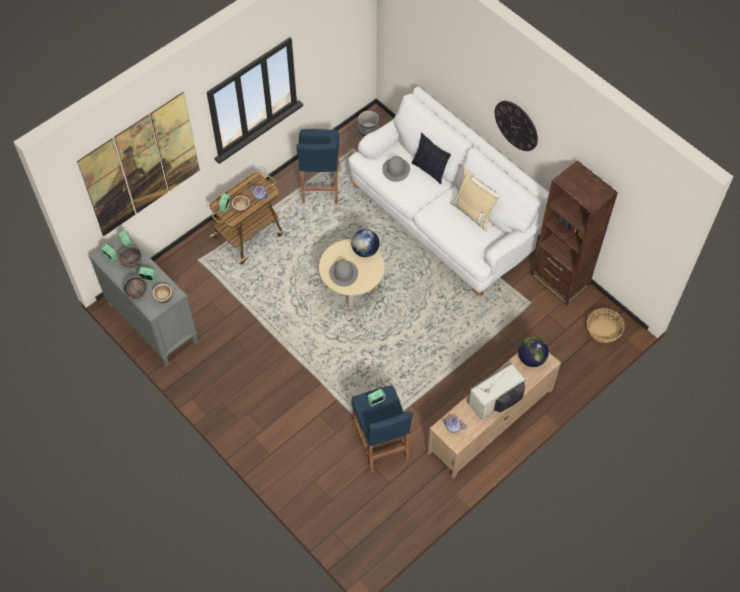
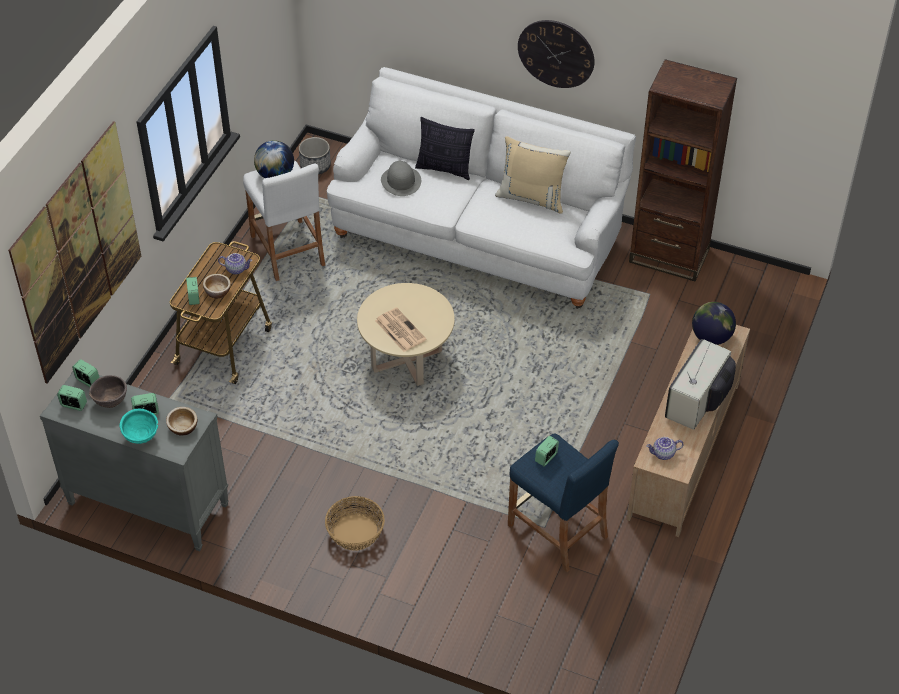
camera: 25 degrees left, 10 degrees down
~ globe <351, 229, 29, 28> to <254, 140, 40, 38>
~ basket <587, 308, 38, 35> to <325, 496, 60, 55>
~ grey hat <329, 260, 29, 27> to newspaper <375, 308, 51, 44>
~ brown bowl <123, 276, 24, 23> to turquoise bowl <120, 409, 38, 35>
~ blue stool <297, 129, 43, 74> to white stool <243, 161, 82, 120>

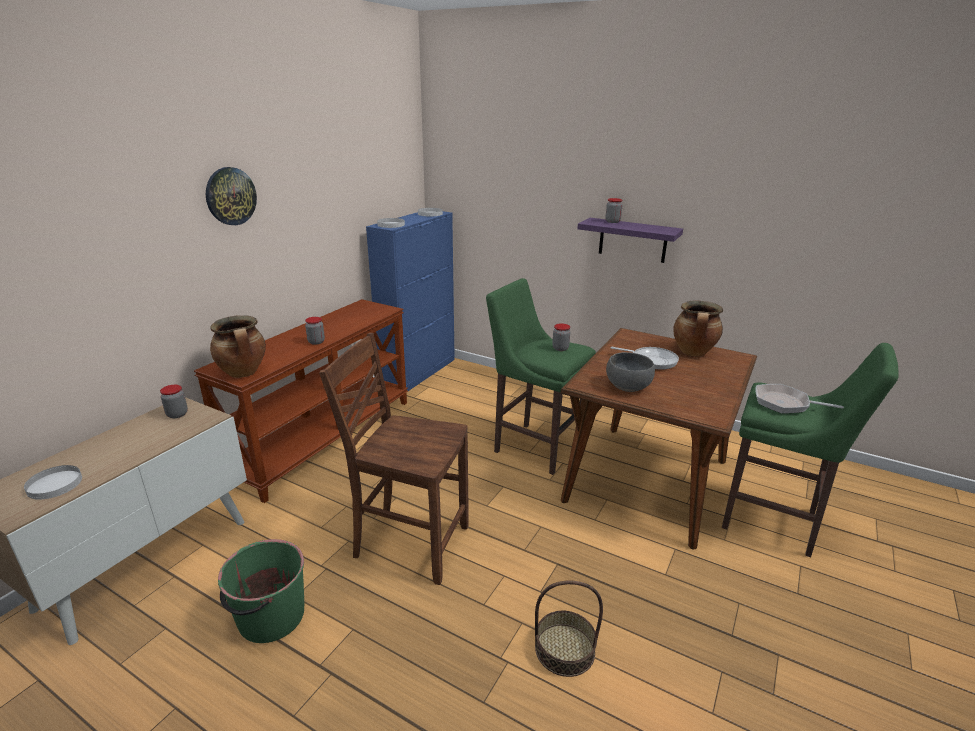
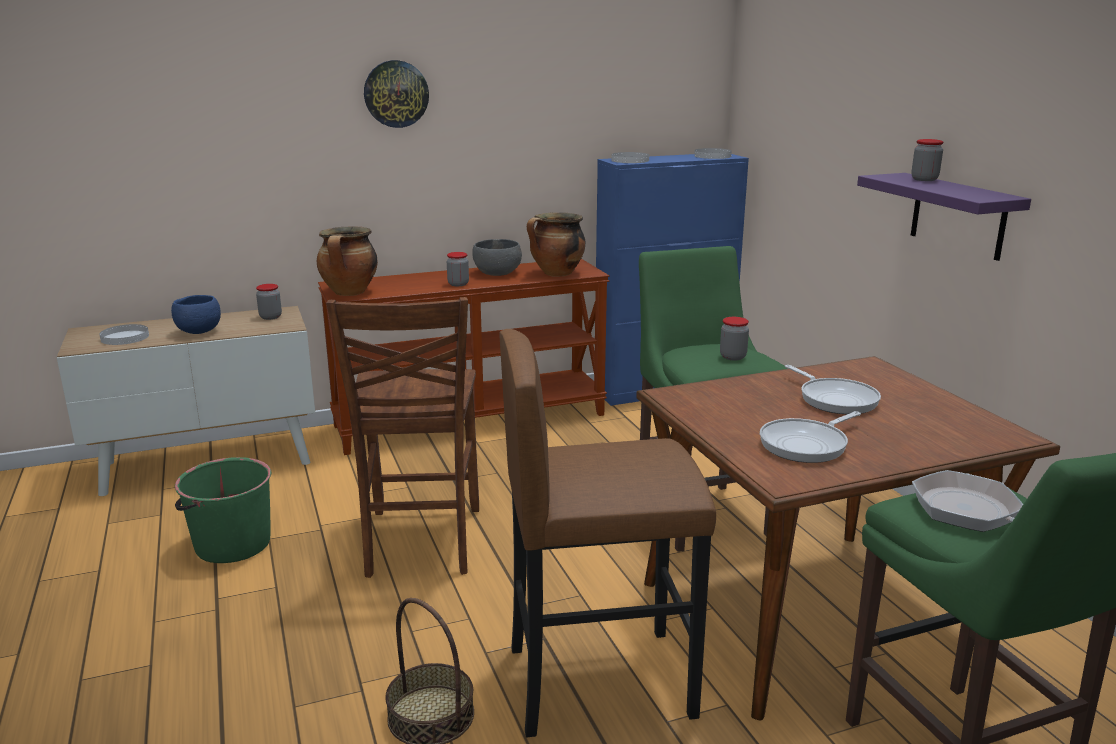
camera: 40 degrees right, 5 degrees down
+ blue bowl <171, 295, 50, 39>
+ brown stool <499, 329, 217, 408>
+ frying pan <760, 411, 101, 52>
~ grey bowl <606, 352, 49, 40> to <472, 239, 50, 37>
~ cooking pot <673, 301, 50, 56> to <527, 212, 58, 65>
~ brown chair <319, 333, 150, 252> = <326, 297, 153, 281> 150 degrees counterclockwise

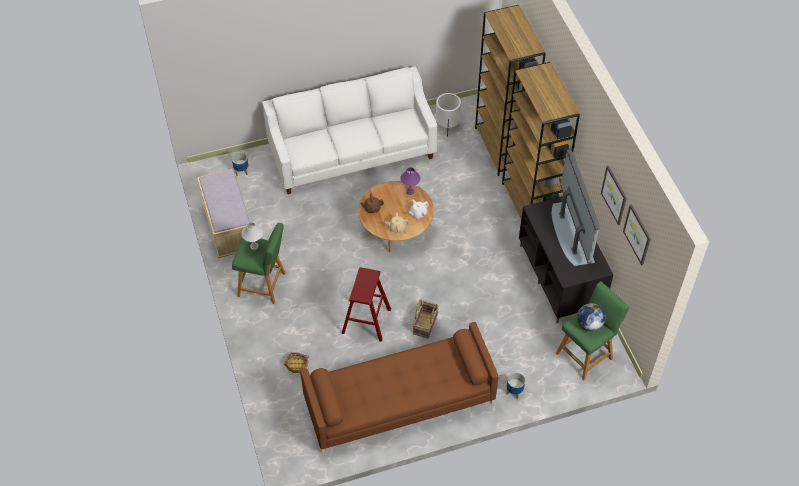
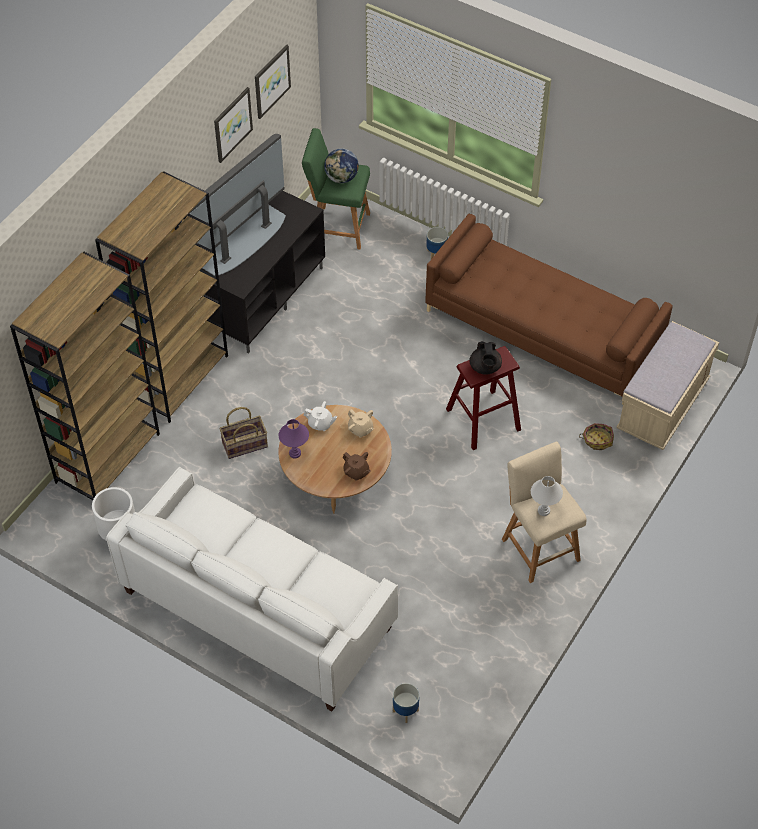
camera: 130 degrees left, 0 degrees up
+ black teapot <469, 341, 33, 34>
~ beige bench <197, 169, 53, 89> to <616, 321, 103, 129>
~ basket <413, 300, 25, 39> to <220, 407, 48, 52>
~ green stool <232, 223, 54, 81> to beige stool <502, 442, 85, 141>

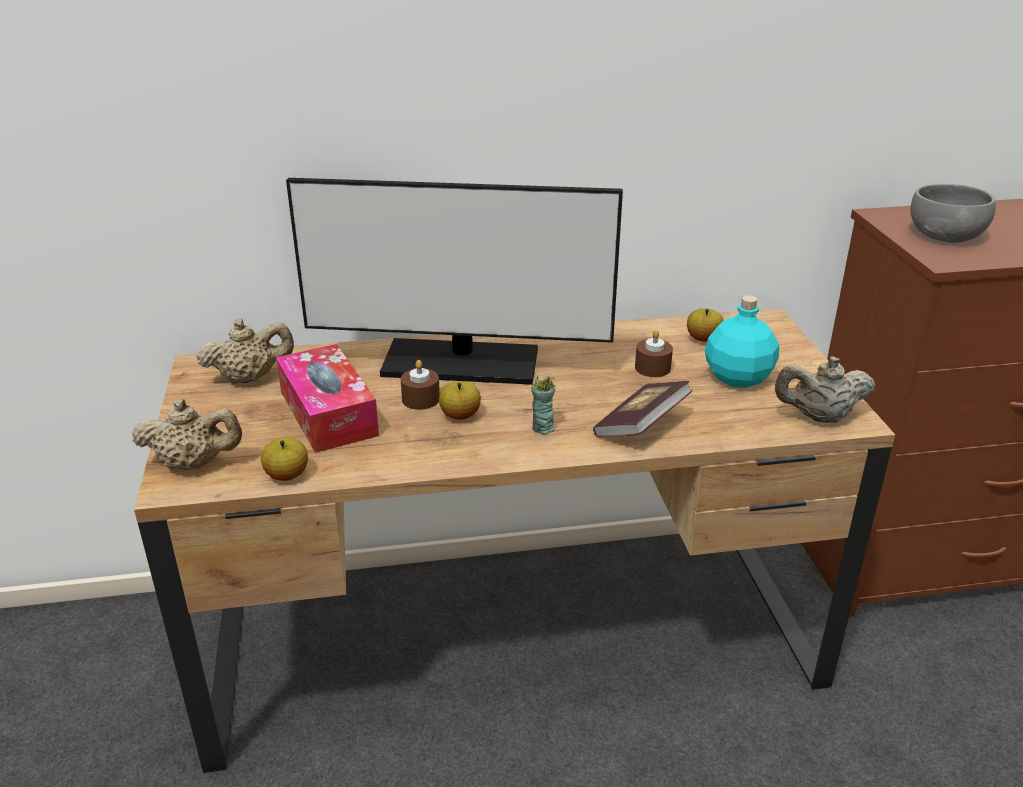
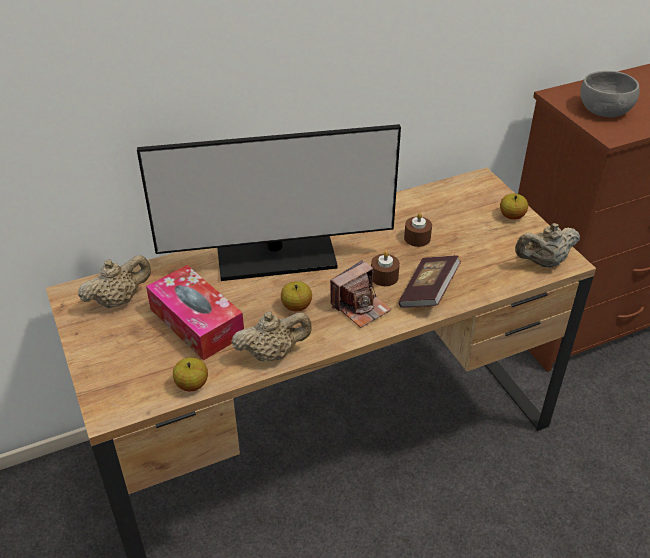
camera: 15 degrees left, 10 degrees up
- turquoise bottle <705, 295, 74, 93>
~ beige teapot <132, 399, 110, 71> to <231, 311, 81, 50>
~ brown candle <401, 360, 39, 50> to <371, 251, 29, 35>
~ apple <687, 308, 37, 34> to <500, 193, 28, 27>
~ cup <531, 376, 25, 58> to photo camera <330, 260, 62, 68>

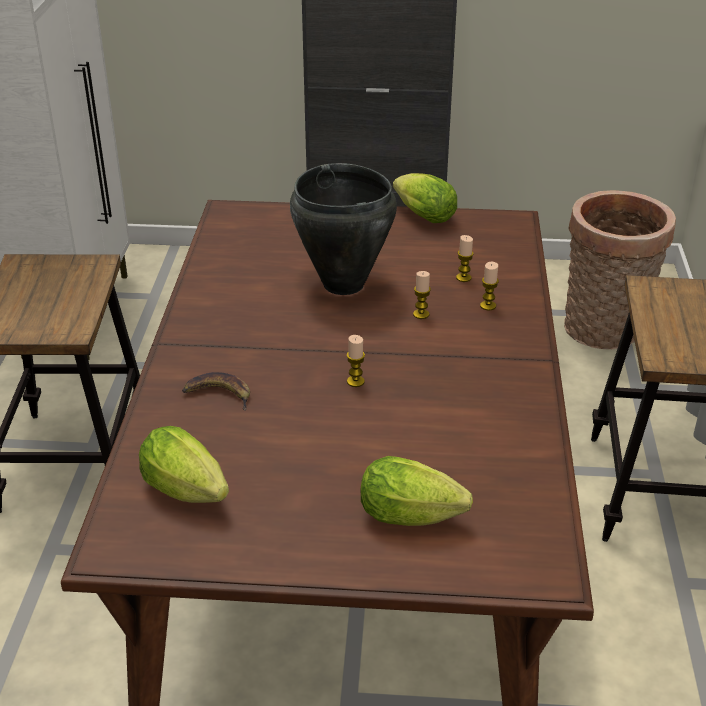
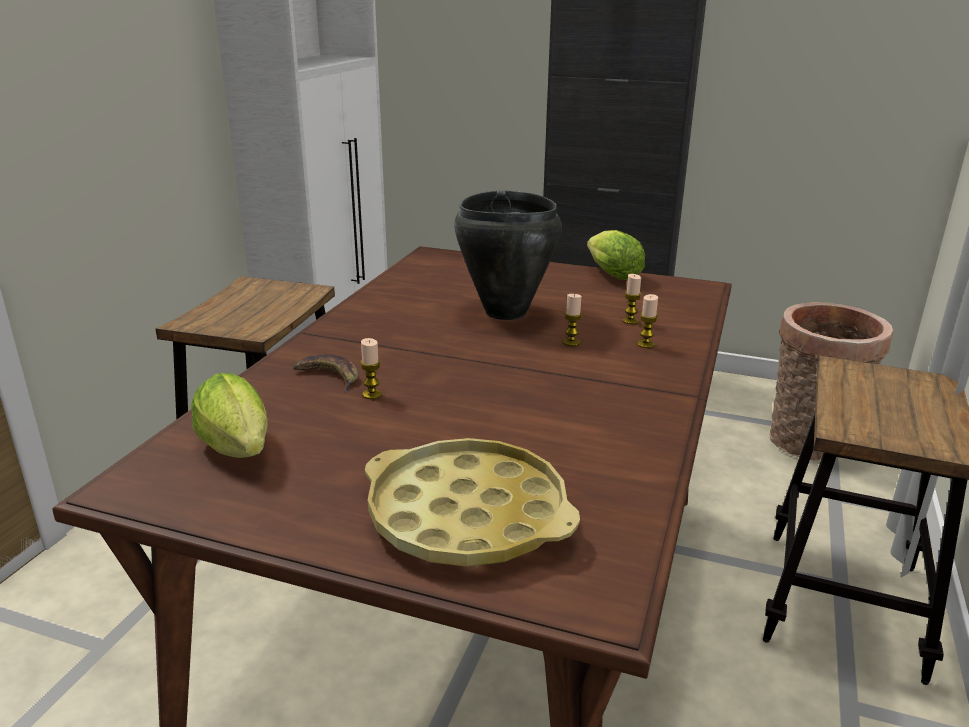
camera: 15 degrees right, 10 degrees down
~ candle <347, 335, 18, 52> to <360, 338, 22, 61>
~ lettuce <361, 456, 112, 70> to yellow tray <365, 438, 215, 129>

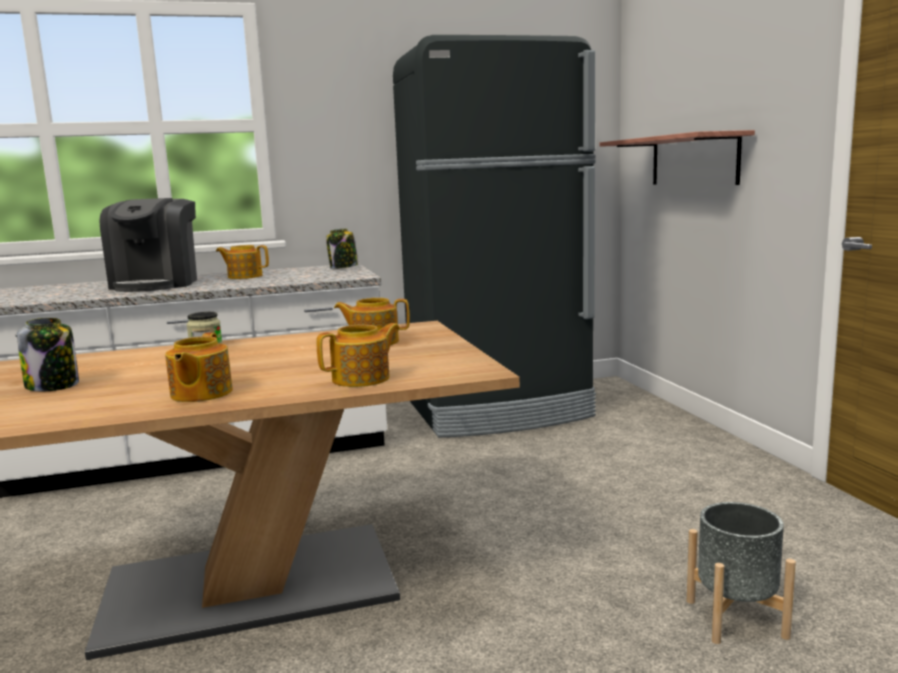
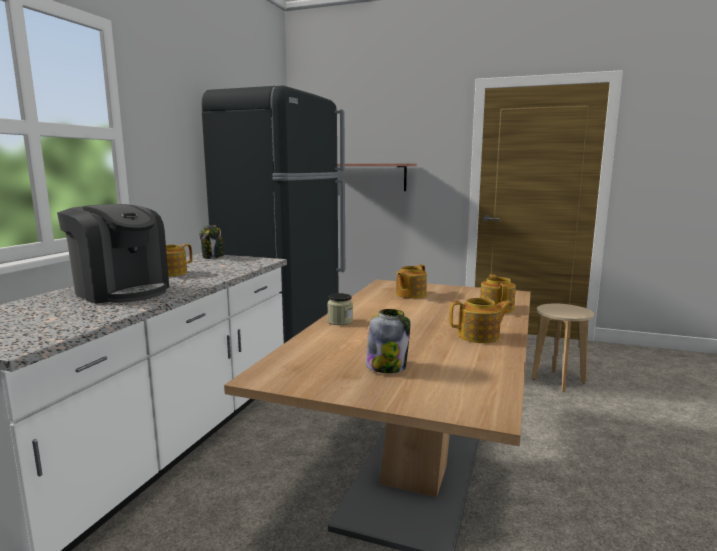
camera: 55 degrees left, 0 degrees up
~ grey planter <687, 502, 109, 142> to beige stool <532, 304, 62, 88>
~ teapot <165, 332, 68, 70> = <449, 298, 64, 45> 45 degrees counterclockwise

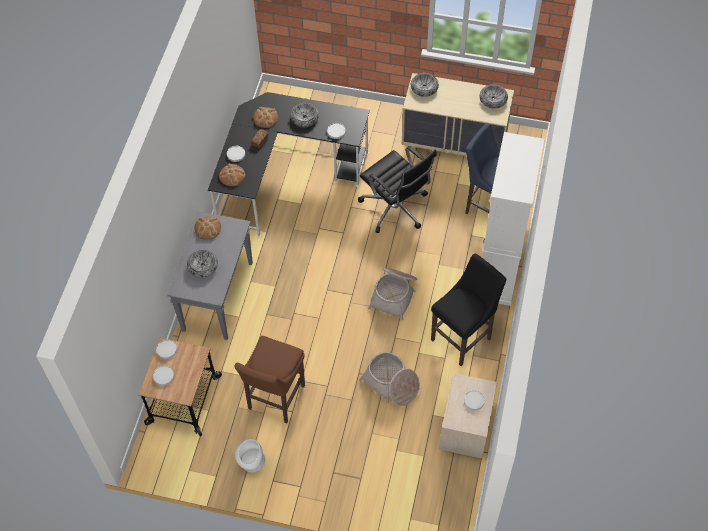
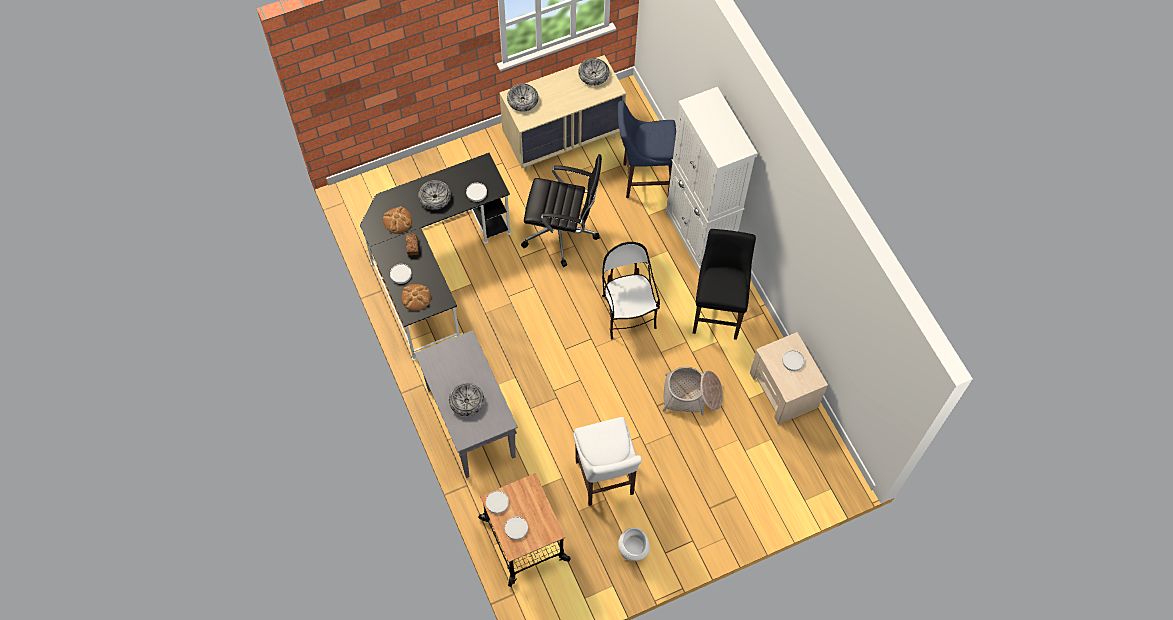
camera: 40 degrees left, 5 degrees up
- bread <194, 217, 27, 23>
~ basket <368, 268, 49, 52> to chair <602, 242, 58, 97>
~ brown stool <234, 336, 71, 87> to white stool <573, 417, 69, 89>

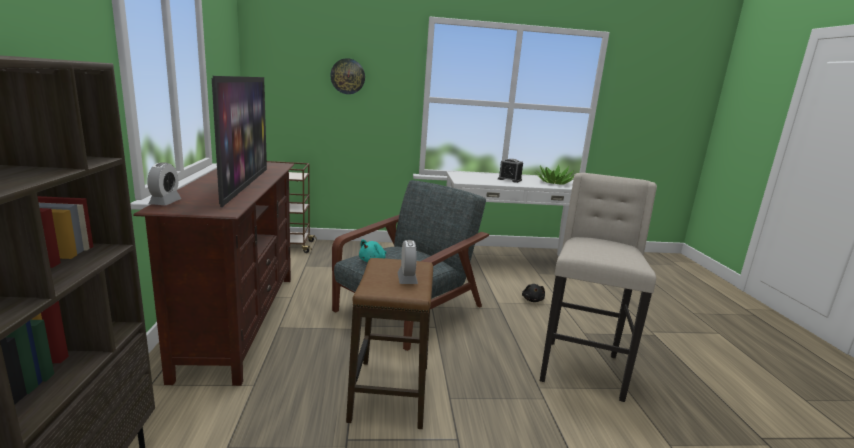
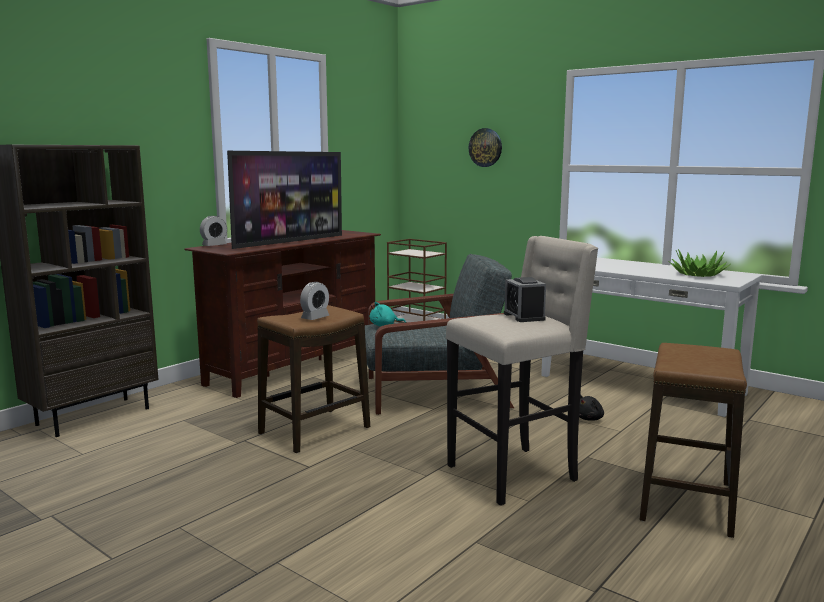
camera: 45 degrees right, 5 degrees down
+ stool <639, 343, 108, 195>
~ alarm clock <498, 159, 25, 24> to <504, 277, 42, 45>

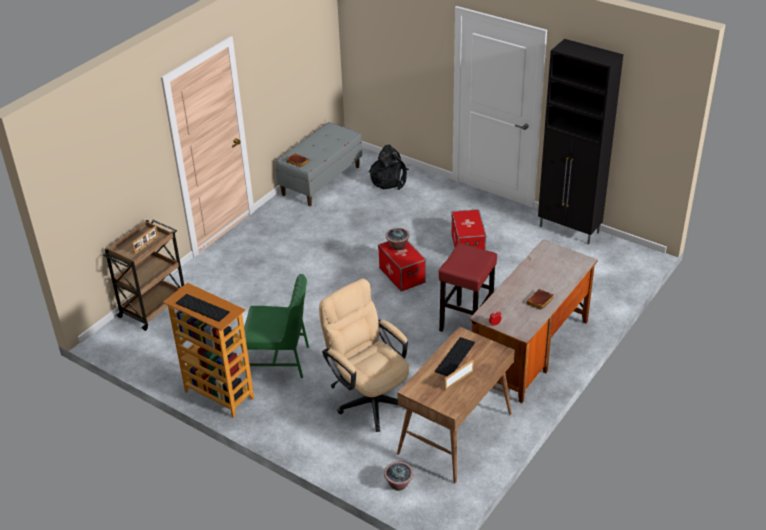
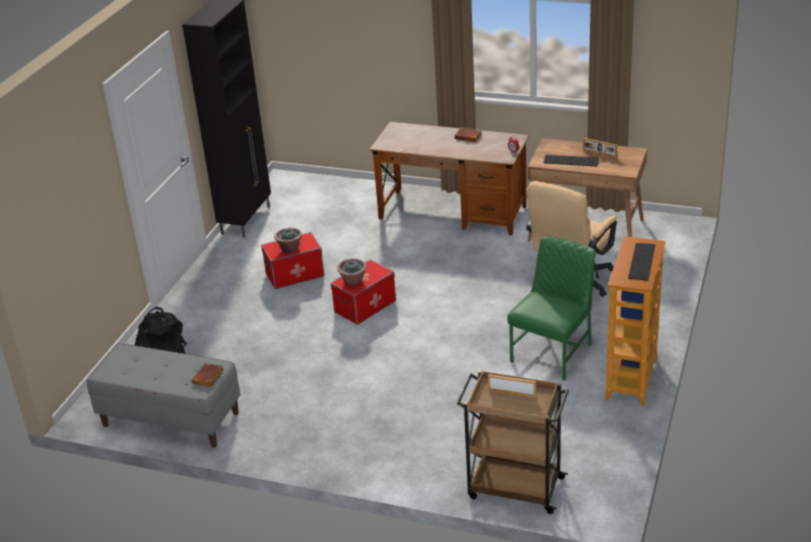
camera: 105 degrees left, 5 degrees down
- red stool <439, 243, 58, 89>
~ potted plant <384, 462, 30, 29> to <274, 228, 28, 25>
~ green chair <241, 274, 68, 104> = <507, 236, 88, 145> 45 degrees clockwise

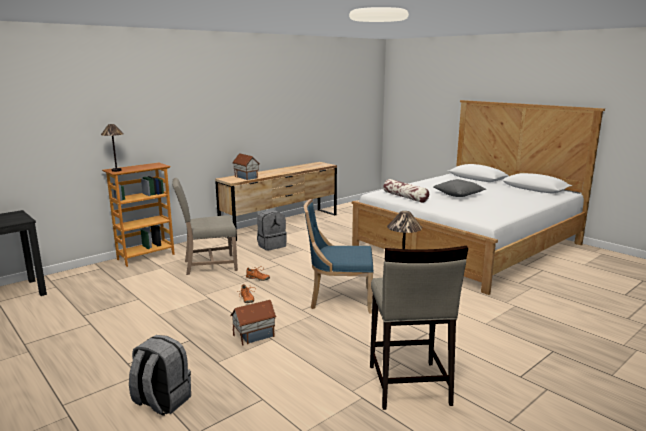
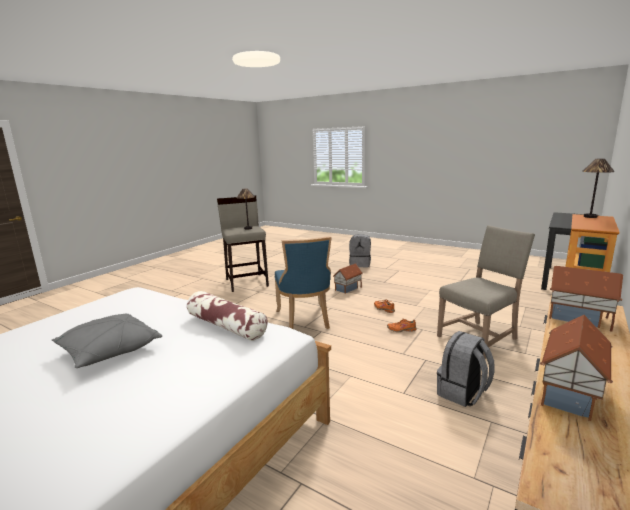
camera: 165 degrees right, 0 degrees up
+ toy house <540, 315, 73, 106>
~ blue chair <304, 199, 69, 115> = <275, 236, 57, 93> 90 degrees clockwise

